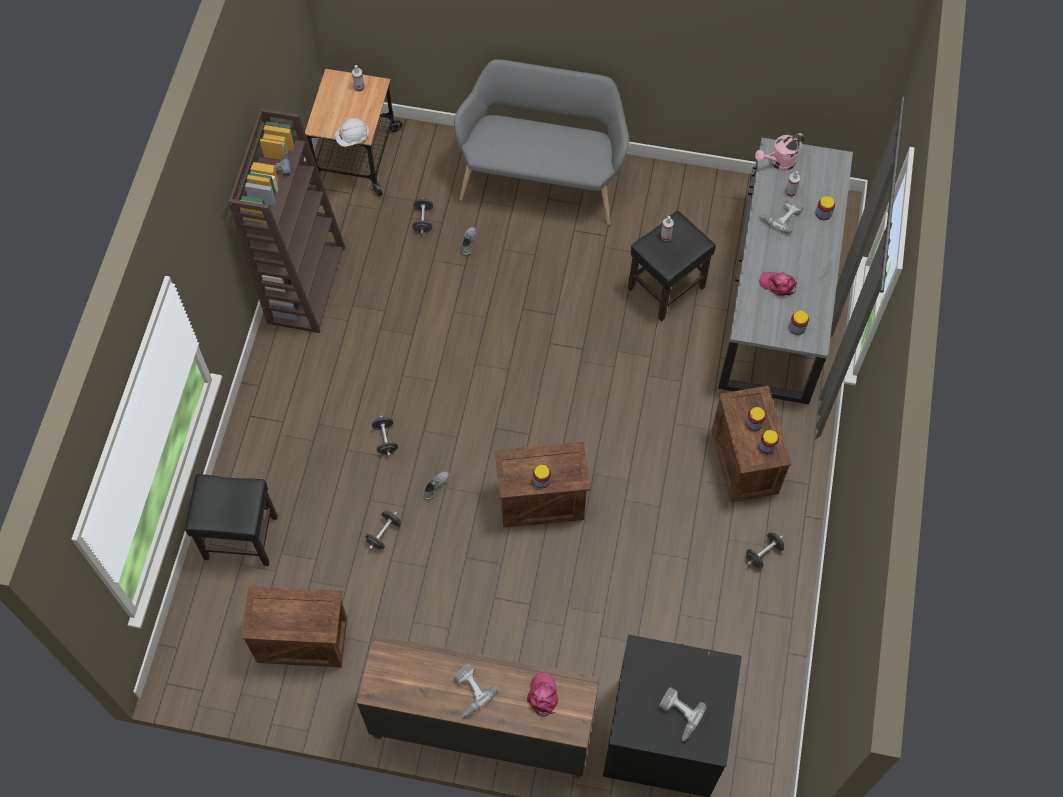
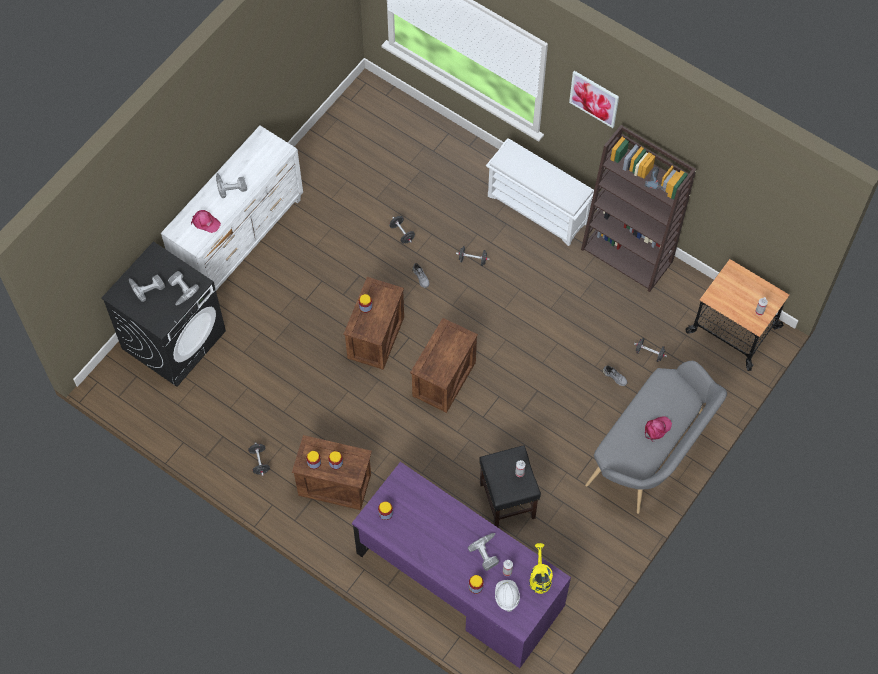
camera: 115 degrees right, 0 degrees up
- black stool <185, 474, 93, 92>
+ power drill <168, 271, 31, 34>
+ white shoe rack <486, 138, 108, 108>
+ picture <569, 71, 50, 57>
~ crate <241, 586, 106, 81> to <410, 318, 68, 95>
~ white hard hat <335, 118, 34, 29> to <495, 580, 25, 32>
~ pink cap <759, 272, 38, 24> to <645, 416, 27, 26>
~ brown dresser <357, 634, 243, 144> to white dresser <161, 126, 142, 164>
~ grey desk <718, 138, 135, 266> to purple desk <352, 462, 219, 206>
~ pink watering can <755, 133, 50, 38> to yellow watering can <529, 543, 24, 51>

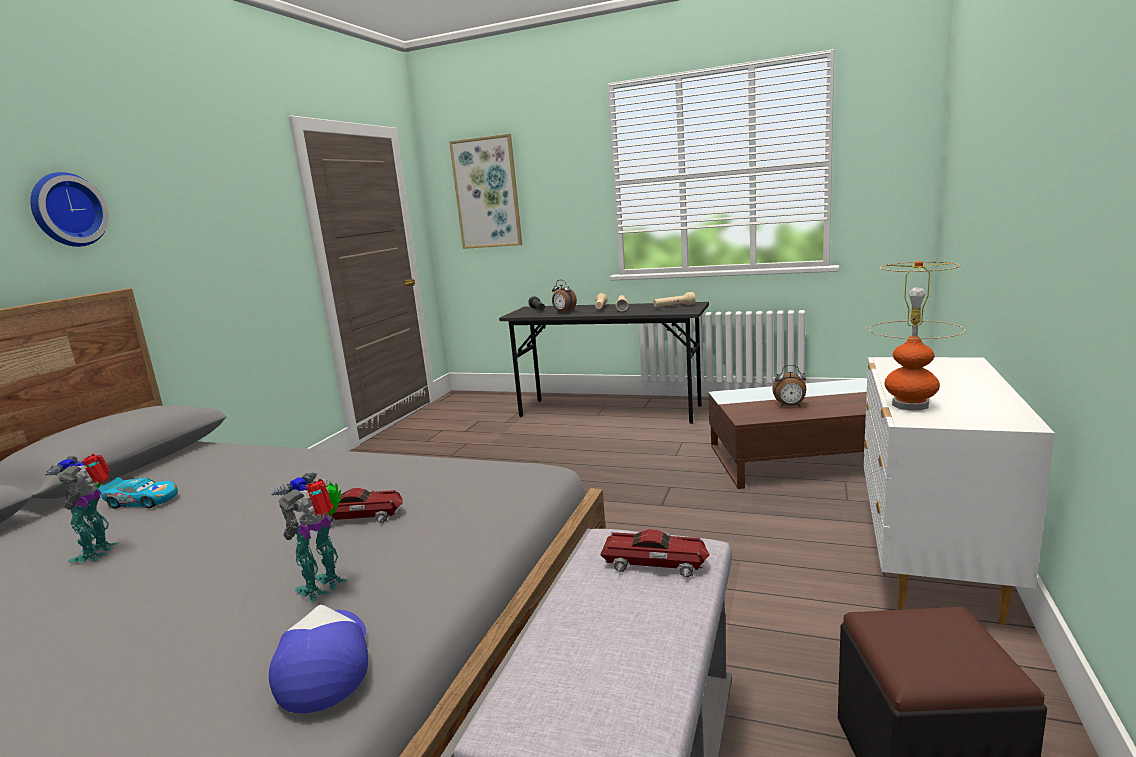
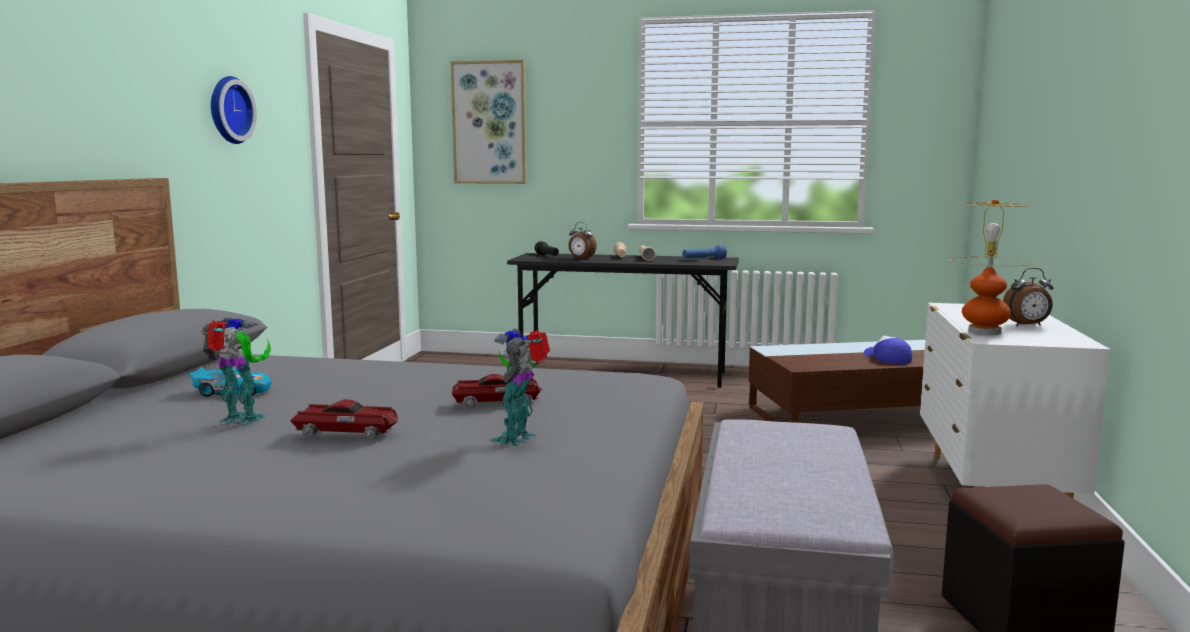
camera: 10 degrees left, 5 degrees down
~ wall clock <30, 172, 79, 75> to <211, 76, 46, 68>
~ cap <269, 605, 99, 108> to <864, 336, 48, 29>
~ toy car <600, 529, 110, 48> to <290, 399, 108, 41>
~ alarm clock <773, 365, 33, 42> to <1003, 268, 50, 58>
~ beige flashlight <653, 292, 43, 15> to blue flashlight <682, 245, 45, 14>
~ toy robot <45, 454, 74, 109> = <202, 317, 69, 108> 120 degrees clockwise

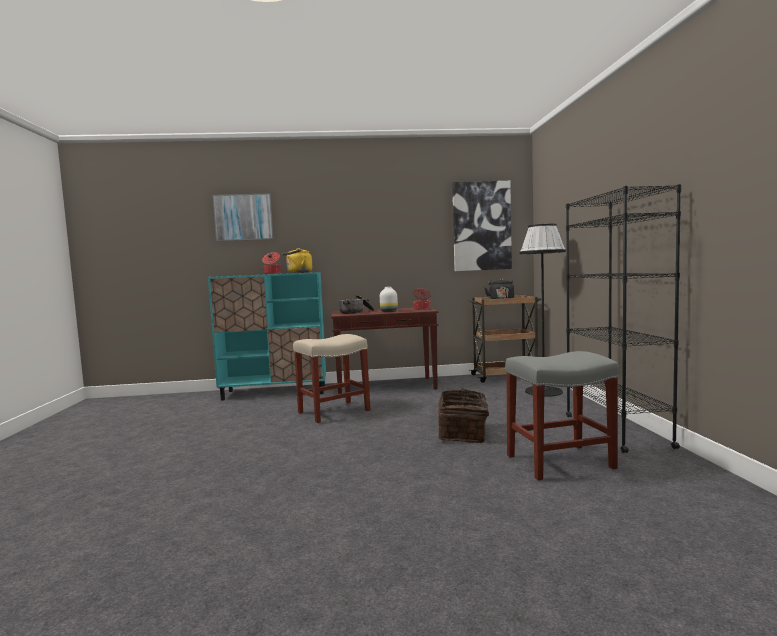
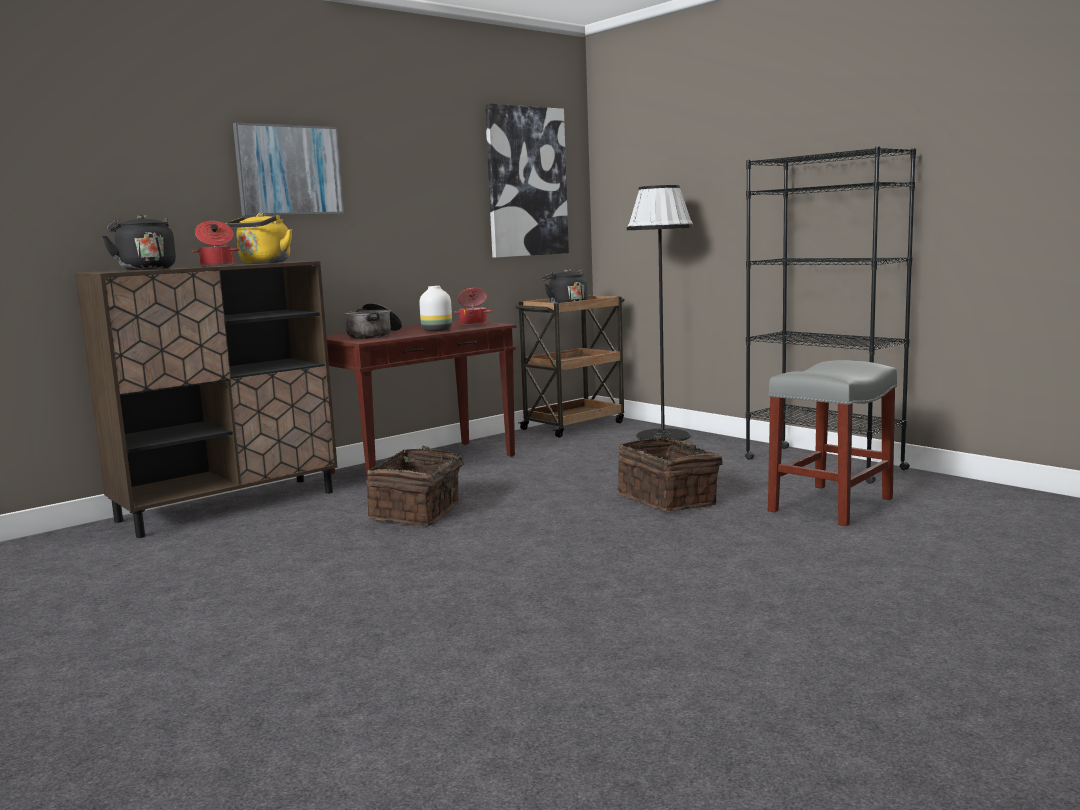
camera: 35 degrees left, 5 degrees up
+ black kettle <102, 215, 74, 55>
~ picture <213, 193, 61, 48> to <233, 123, 111, 93>
~ beige stool <293, 334, 77, 89> to basket <366, 446, 111, 80>
~ turquoise cabinet <208, 272, 118, 129> to brown cabinet <74, 261, 264, 277>

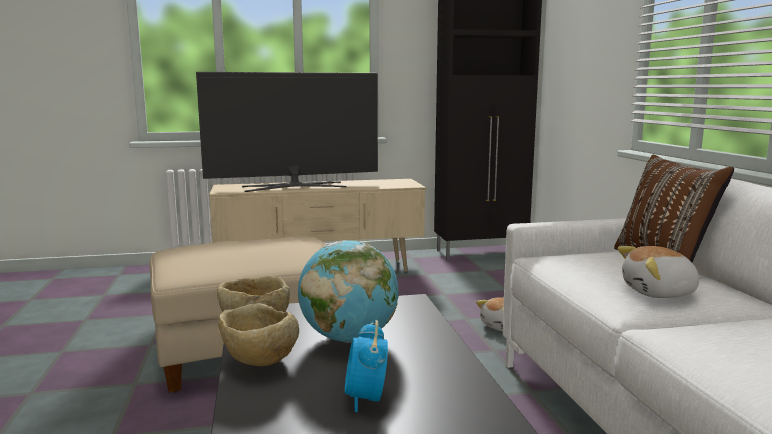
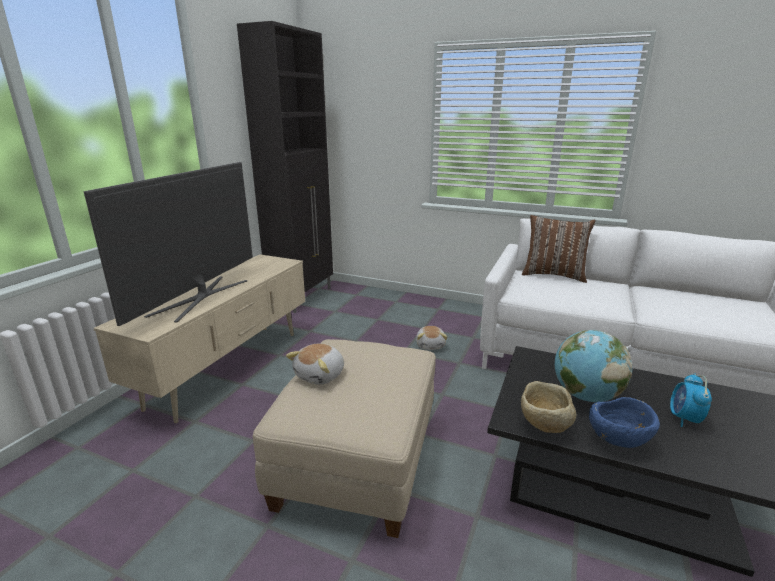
camera: 55 degrees left, 10 degrees up
~ plush toy <618, 246, 85, 52> to <286, 344, 58, 41>
~ beige bowl <218, 303, 81, 63> to blue bowl <589, 397, 71, 51>
~ alarm clock <345, 320, 43, 92> = <670, 373, 42, 54> 75 degrees clockwise

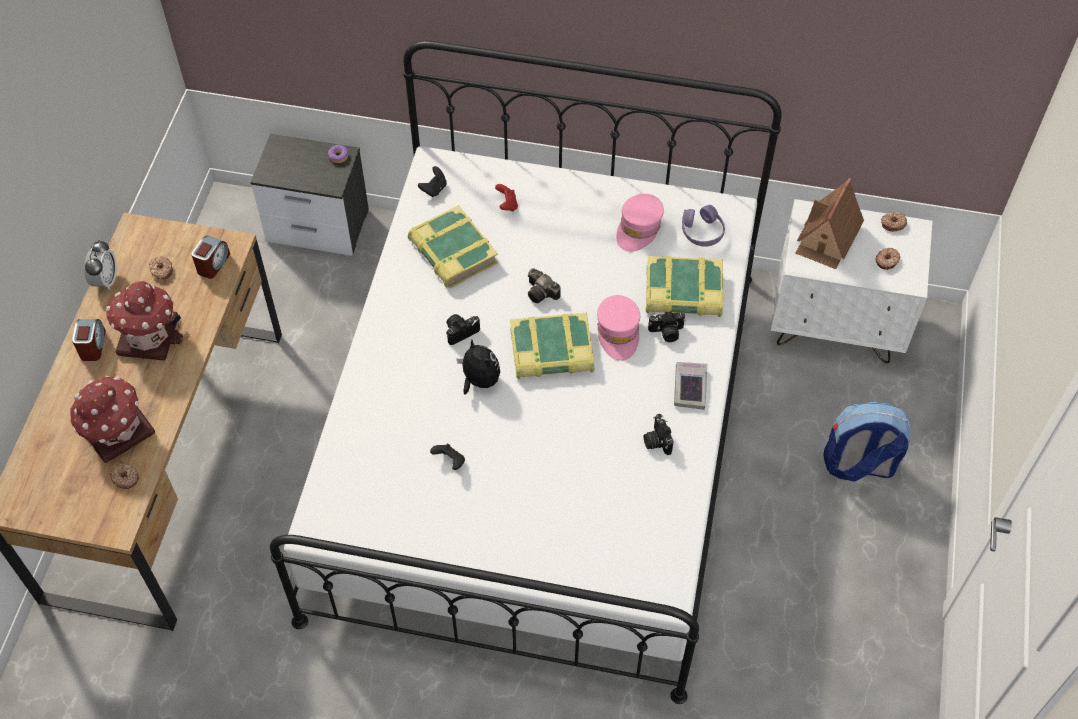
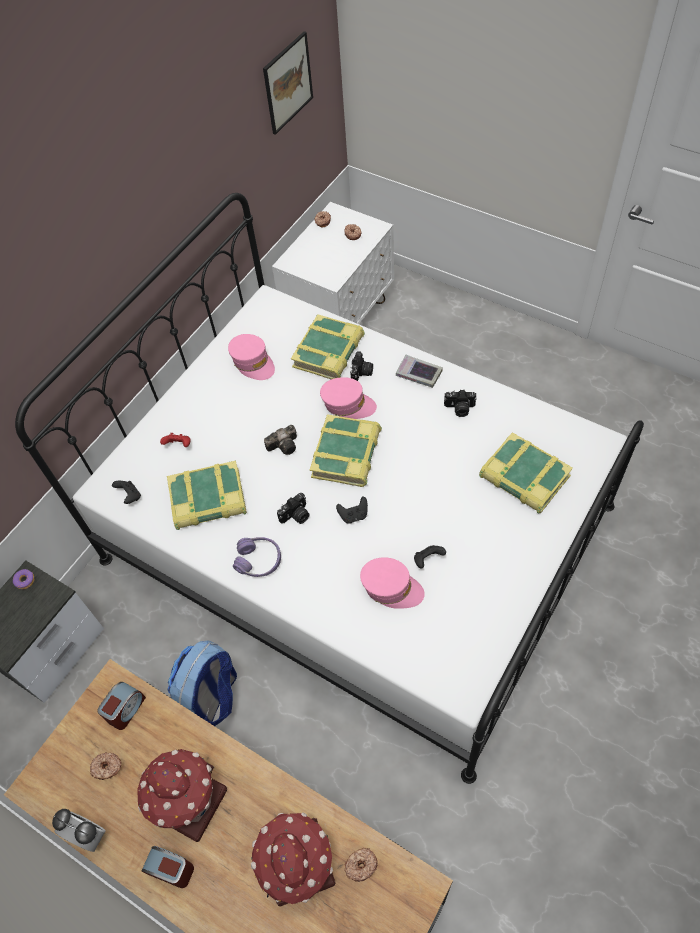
camera: 65 degrees left, 0 degrees up
- toy house <796, 178, 68, 91>
+ picture <263, 31, 50, 104>
+ pink cap <360, 557, 65, 52>
+ book <479, 432, 94, 81>
~ purple headphones <682, 205, 43, 42> to <233, 537, 48, 40>
~ backpack <823, 401, 88, 81> to <168, 641, 69, 85>
~ plush toy <457, 340, 43, 54> to black game controller <336, 496, 32, 28>
~ alarm clock <191, 236, 39, 43> = <97, 682, 49, 48> 75 degrees clockwise
~ photo camera <446, 314, 34, 31> = <277, 493, 33, 31> 120 degrees counterclockwise

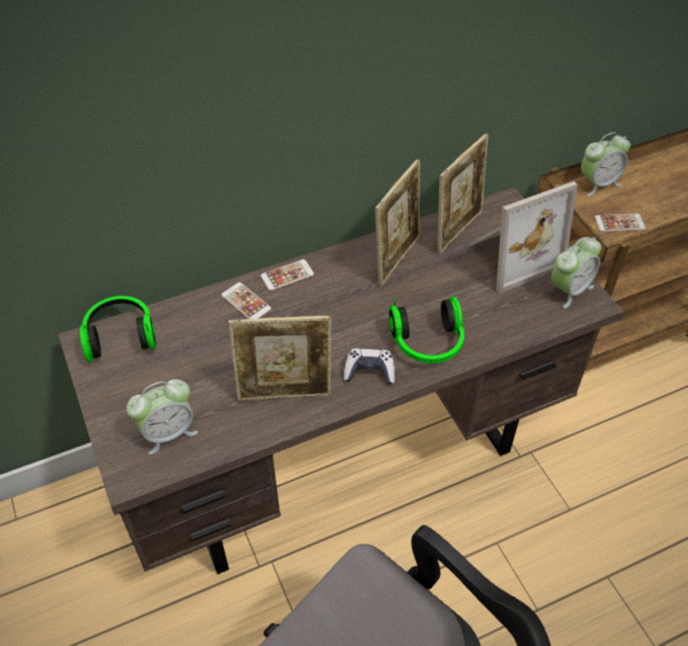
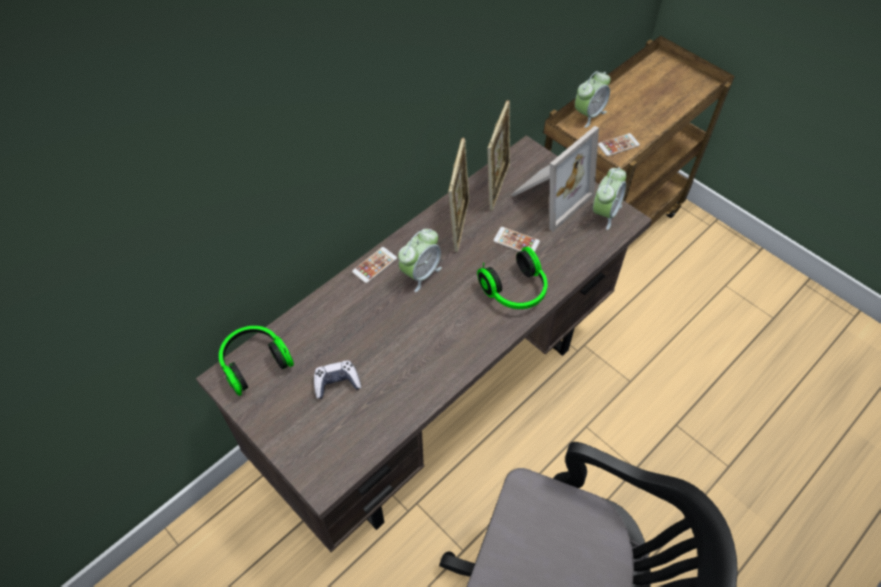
camera: 20 degrees left, 5 degrees up
- picture frame <228, 315, 104, 86>
~ alarm clock <126, 379, 72, 76> to <398, 229, 44, 63>
~ phone <221, 282, 50, 37> to <493, 227, 47, 25>
~ game controller <344, 348, 51, 36> to <314, 360, 47, 39>

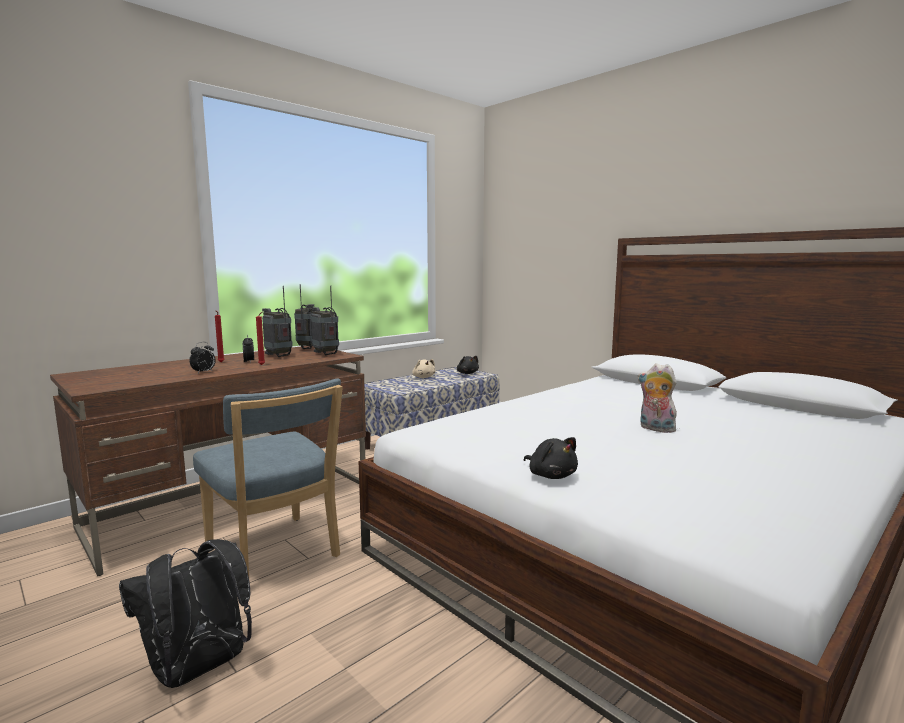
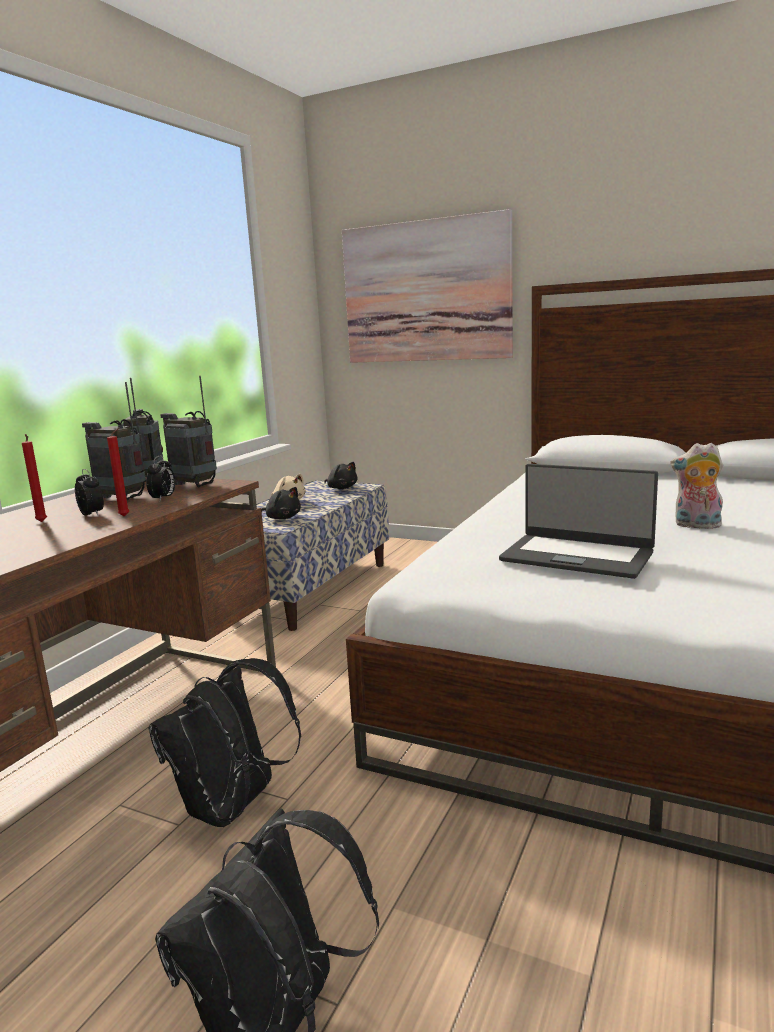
camera: 20 degrees left, 5 degrees up
+ picture <342, 209, 171, 154>
+ laptop <499, 464, 159, 115>
~ alarm clock <189, 342, 27, 31> to <146, 455, 29, 46>
~ black plush toy <524, 437, 54, 42> to <261, 487, 40, 32>
~ blue chair <193, 379, 150, 198> to black backpack <149, 658, 152, 169>

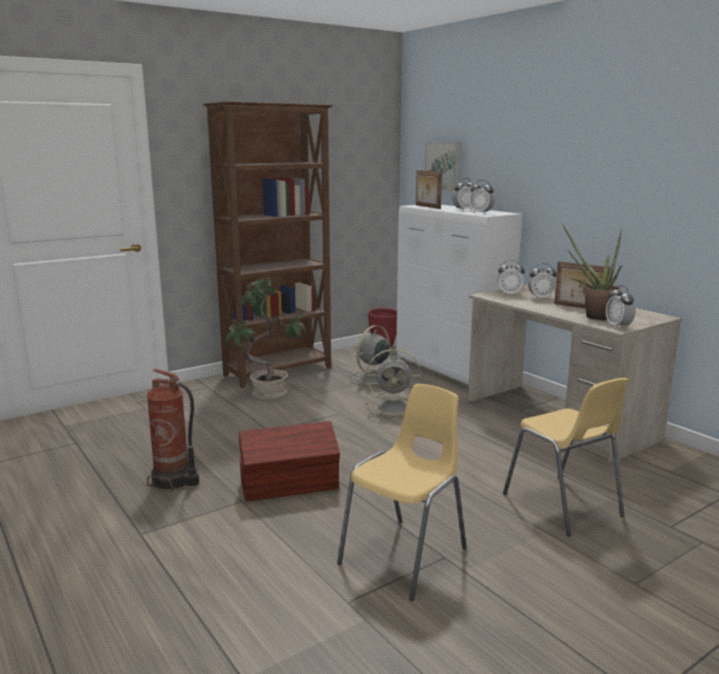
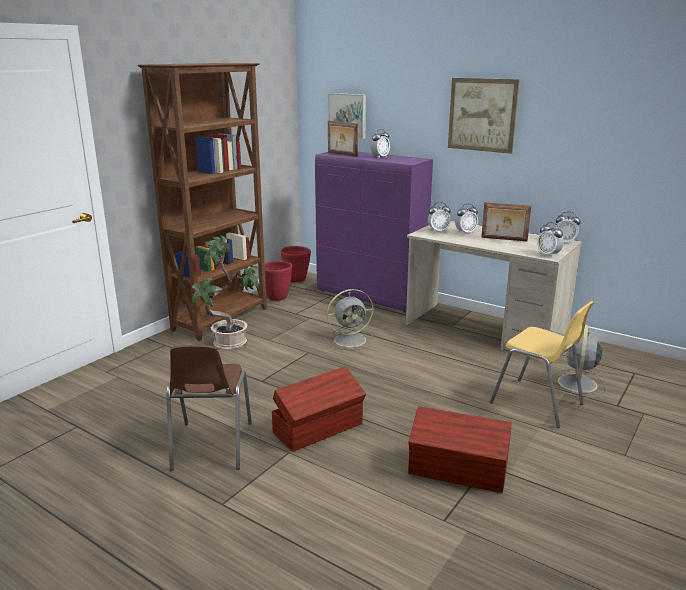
camera: 20 degrees left, 5 degrees up
- potted plant <562, 224, 60, 96>
+ red planter <265, 261, 27, 40>
+ picture <448, 78, 72, 76>
~ grey fan <349, 325, 41, 63> to <552, 325, 55, 73>
~ alarm clock <469, 180, 26, 33> to <555, 212, 26, 32>
~ fire extinguisher <147, 369, 52, 122> to brown chair <166, 345, 86, 126>
~ yellow chair <337, 384, 130, 217> to brown storage box <408, 406, 103, 87>
~ white cabinet <396, 205, 126, 180> to purple cabinet <315, 152, 118, 160>

